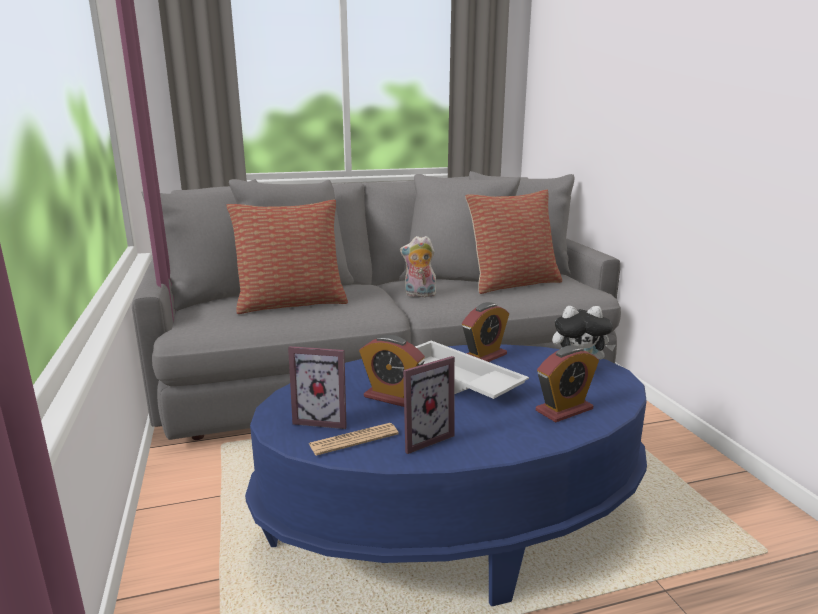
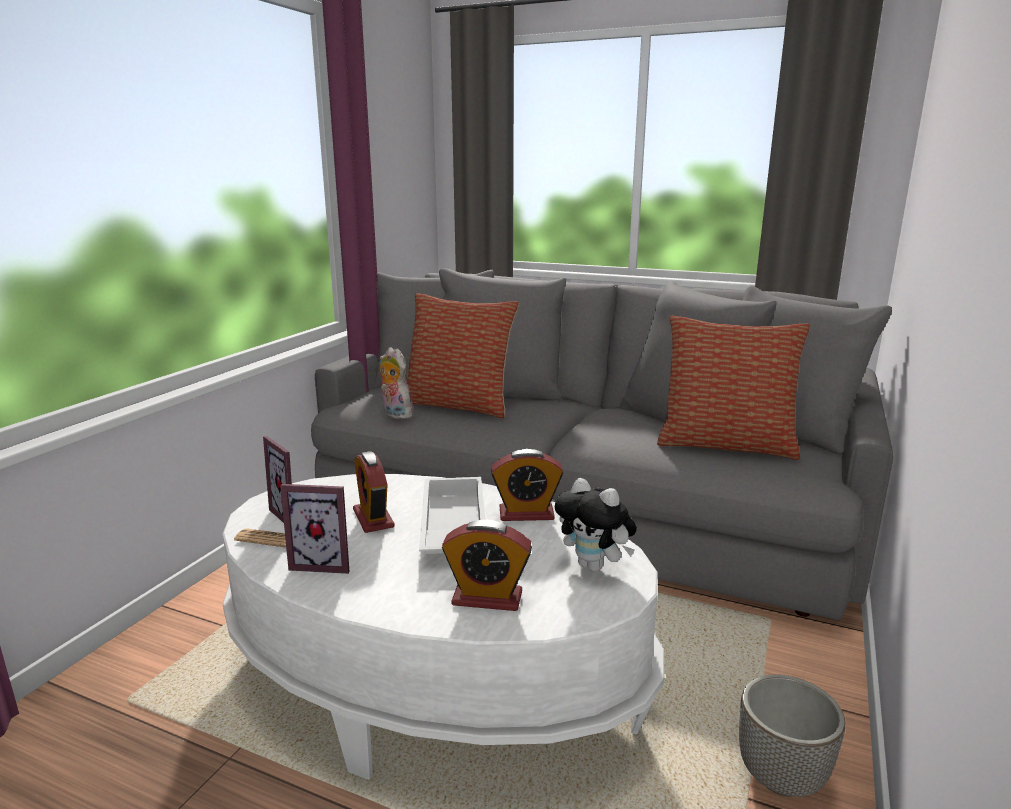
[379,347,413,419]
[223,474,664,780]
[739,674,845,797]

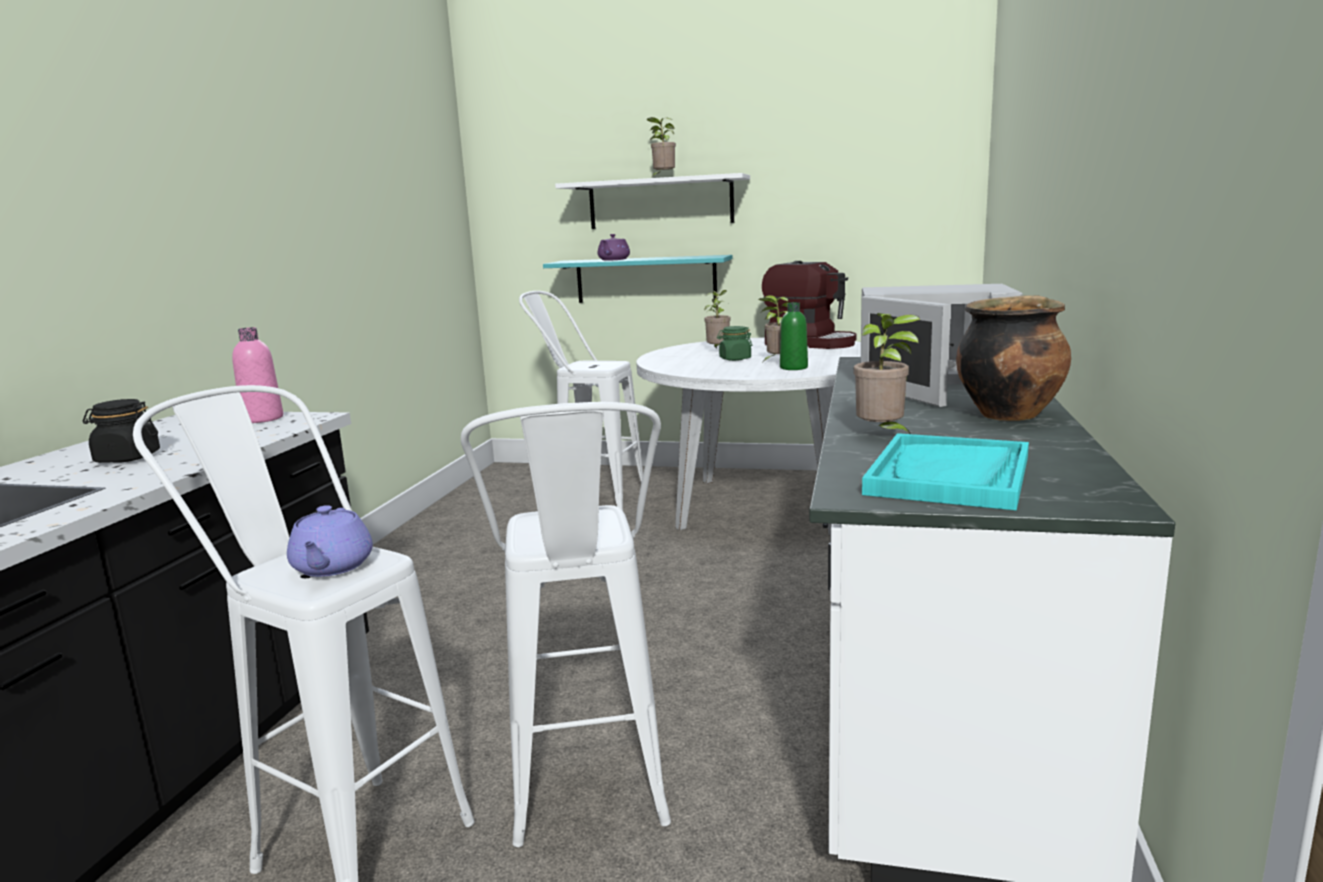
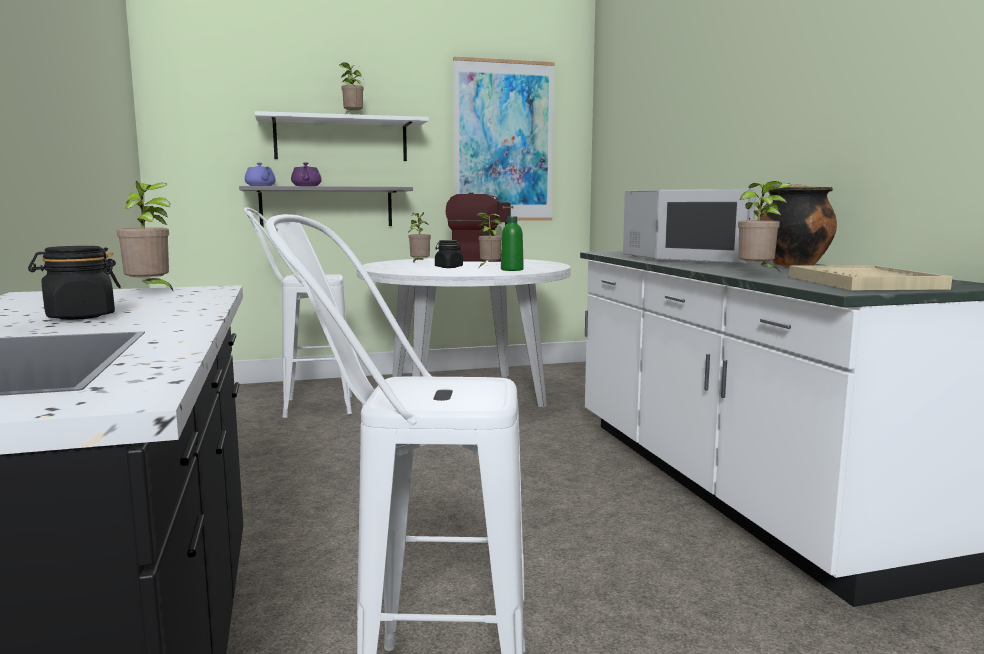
[239,186,413,227]
[435,240,463,268]
[117,181,173,291]
[461,402,671,847] (first image)
[789,265,952,290]
[245,163,276,186]
[453,57,554,221]

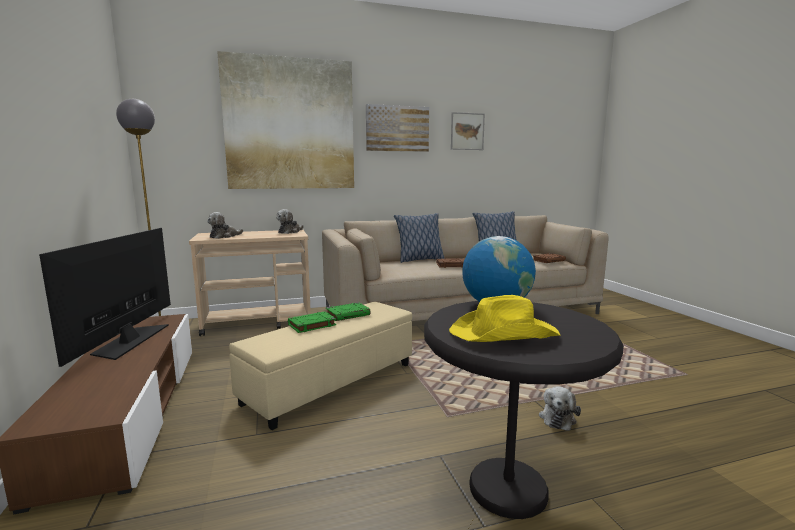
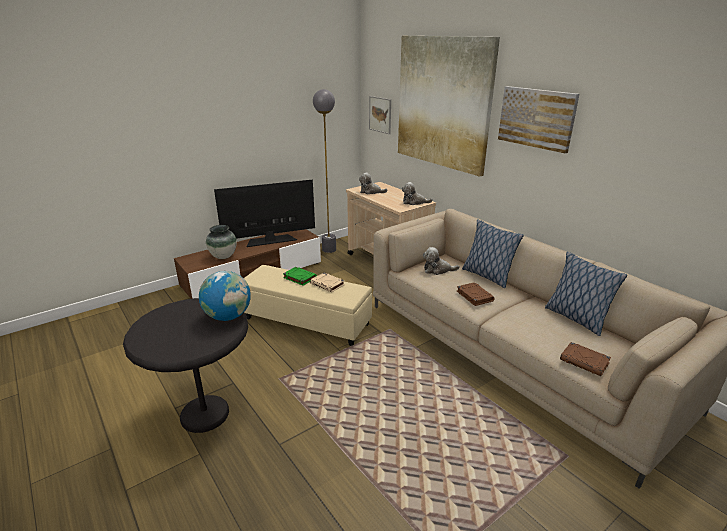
[369,96,391,134]
[449,295,561,342] (first image)
[310,272,345,292]
[423,247,460,275]
[206,225,237,259]

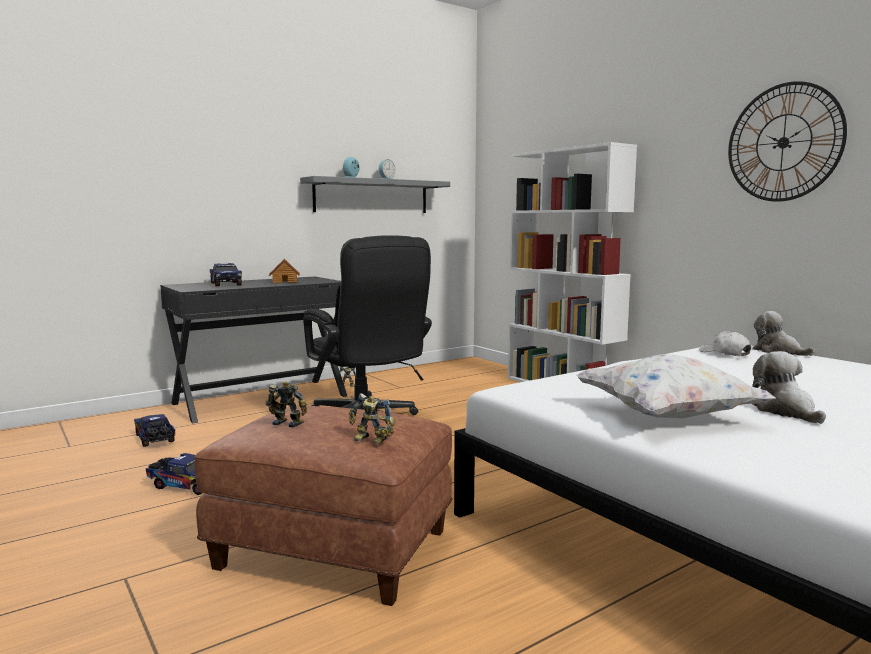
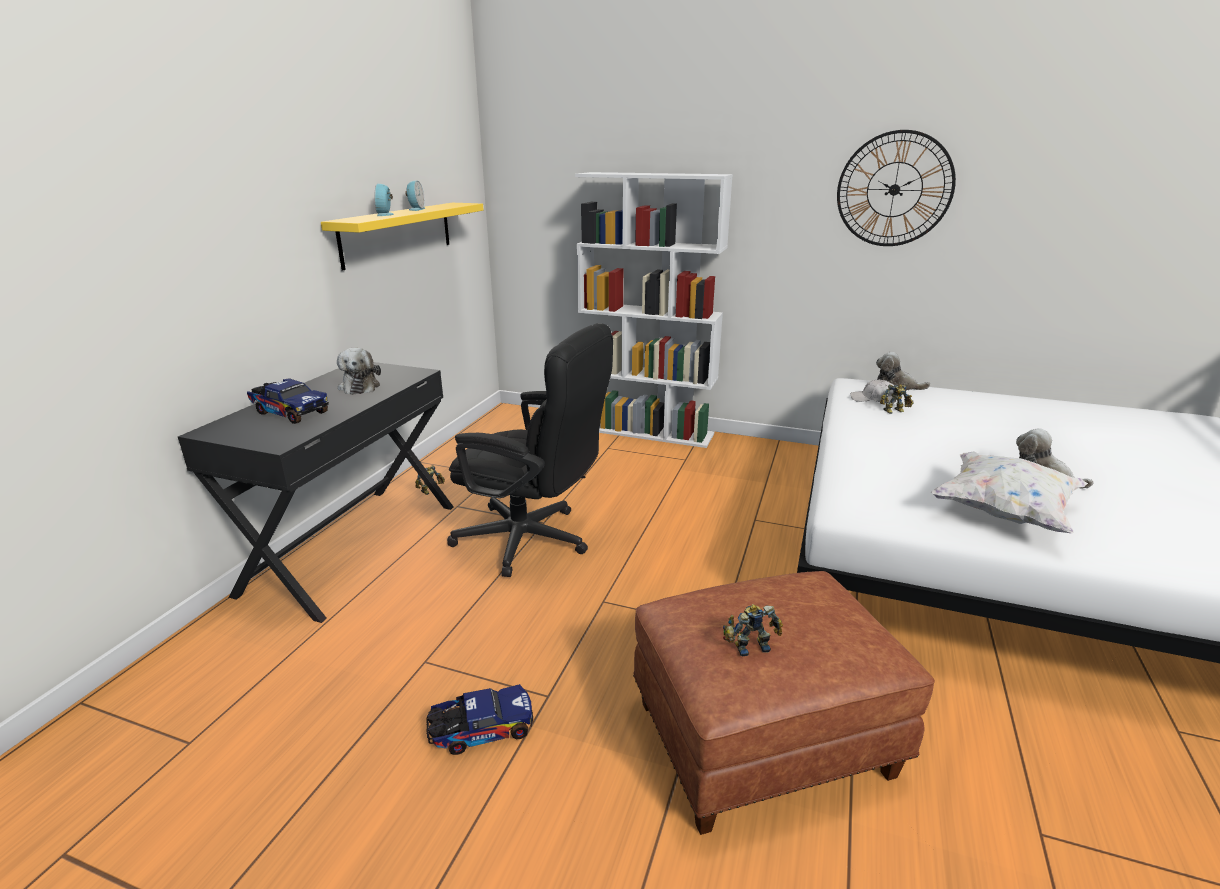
[321,203,484,270]
[337,348,381,395]
[880,384,913,414]
[134,414,175,447] (first image)

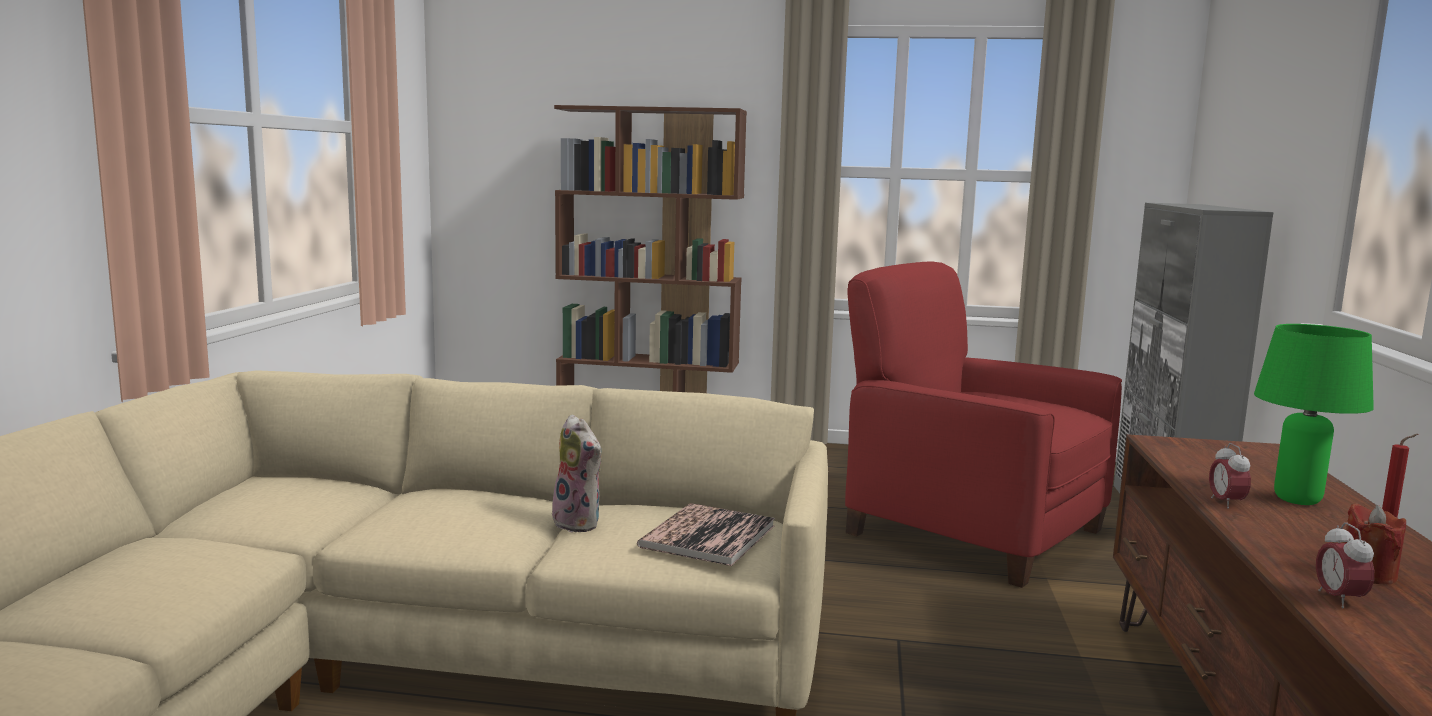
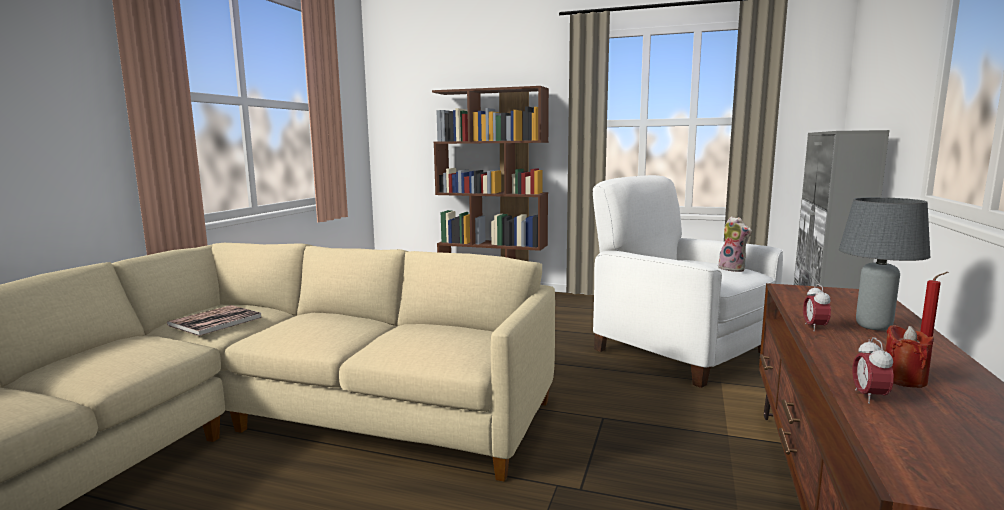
[593,175,783,388]
[839,197,930,331]
[718,216,752,272]
[167,305,262,336]

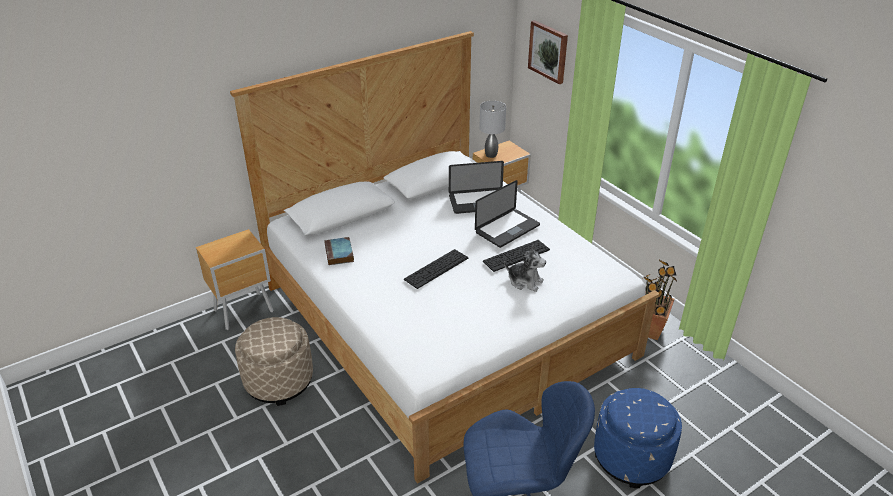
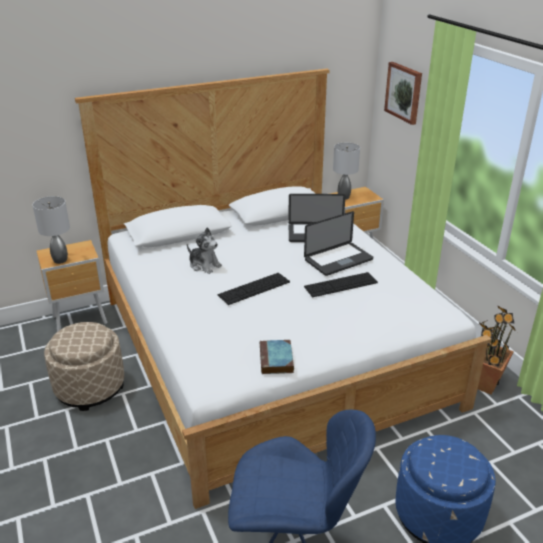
[260,340,294,374]
[187,227,222,274]
[33,196,70,264]

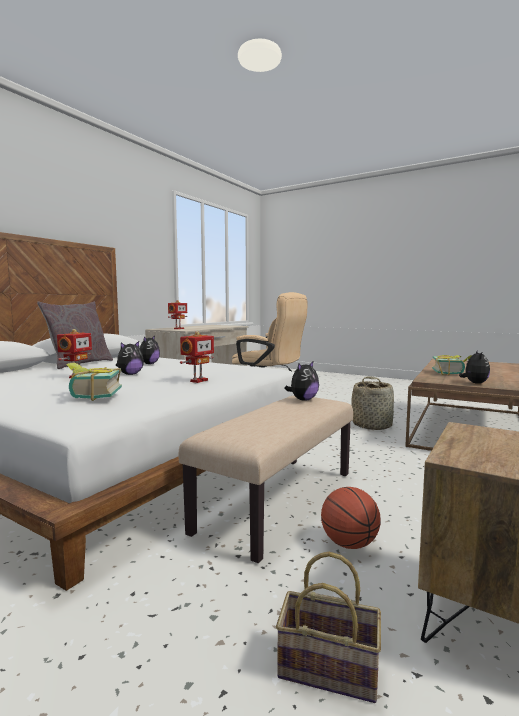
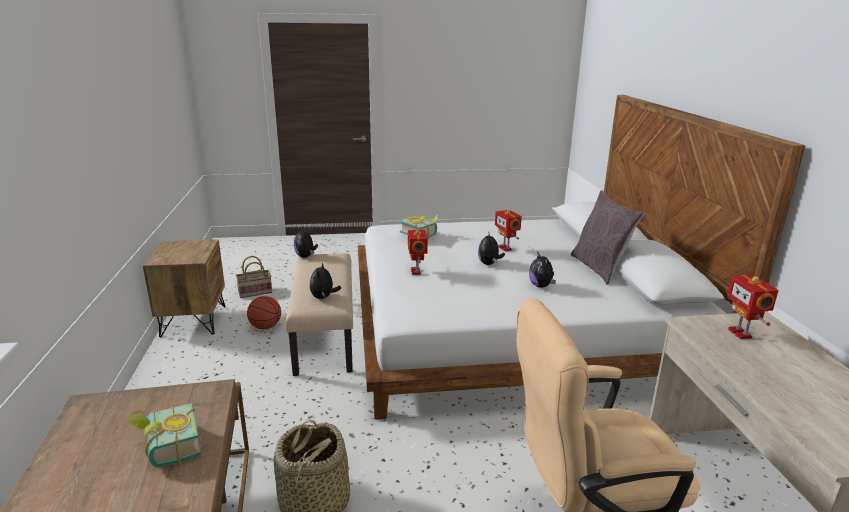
[294,228,318,258]

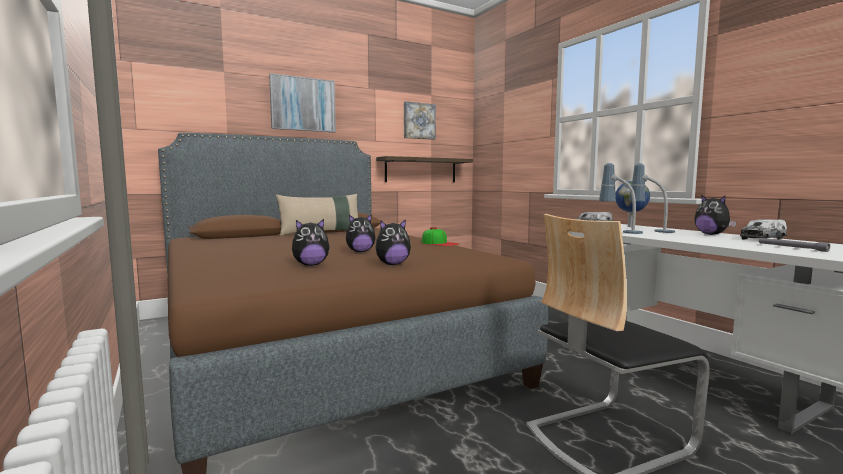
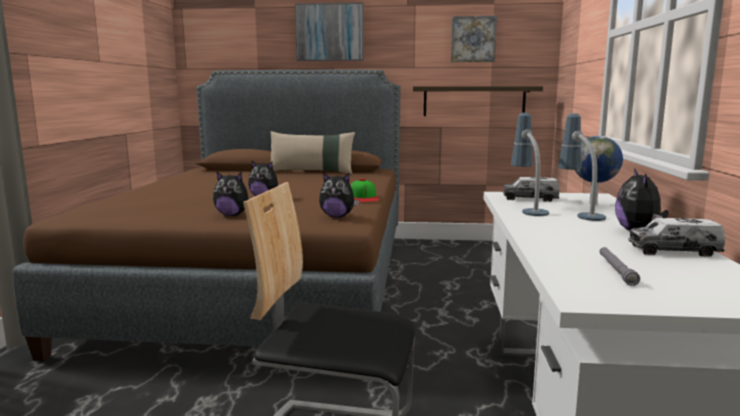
[319,173,359,217]

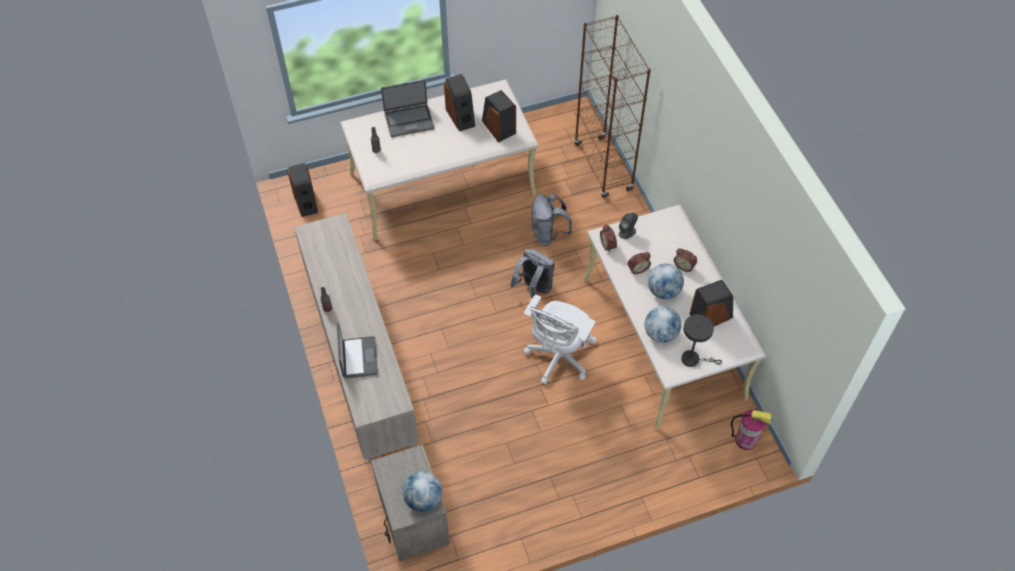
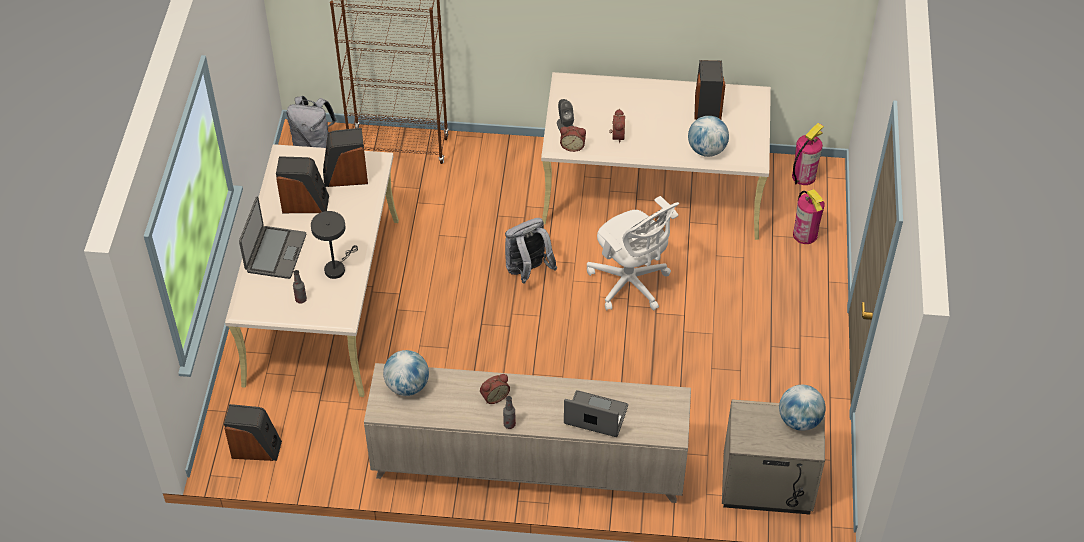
[287,96,336,148]
[480,374,510,404]
[383,350,429,396]
[311,211,358,279]
[793,189,824,244]

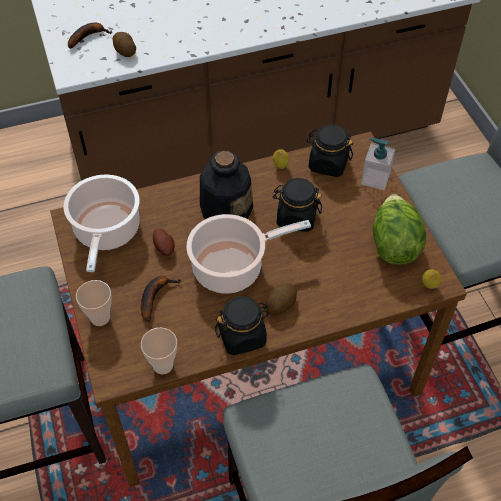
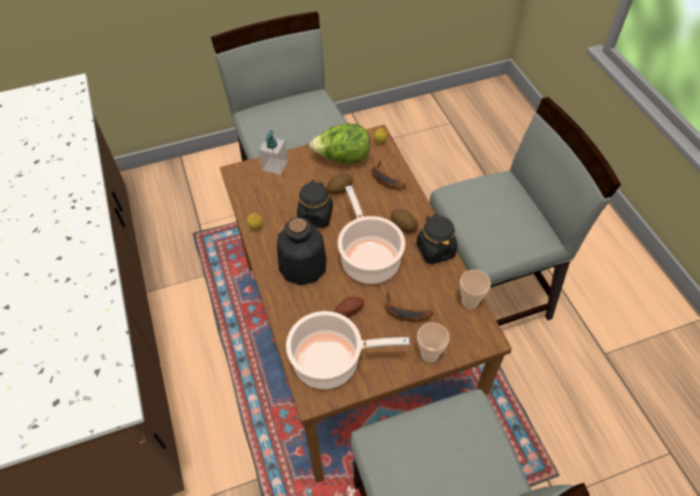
[372,160,406,190]
[326,173,353,194]
[307,124,353,177] (first image)

